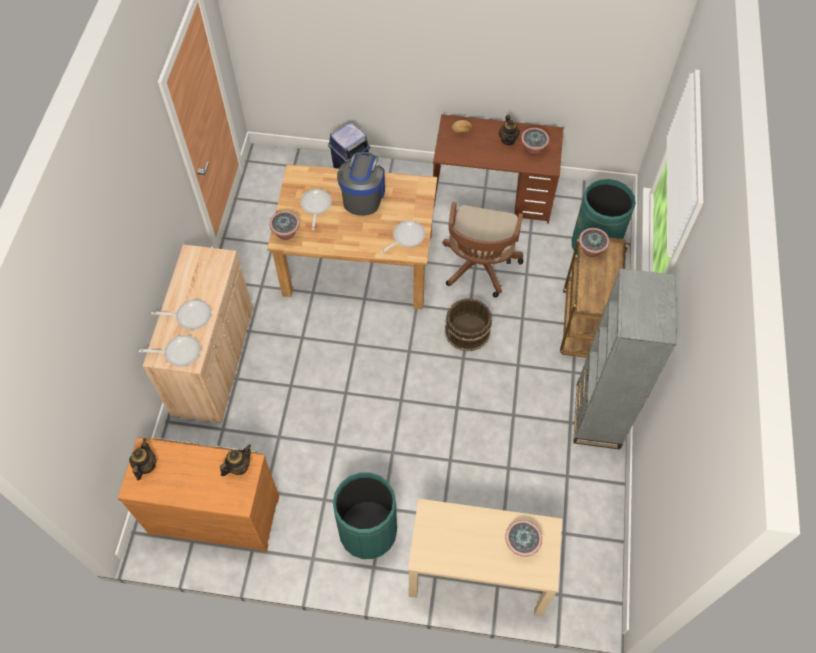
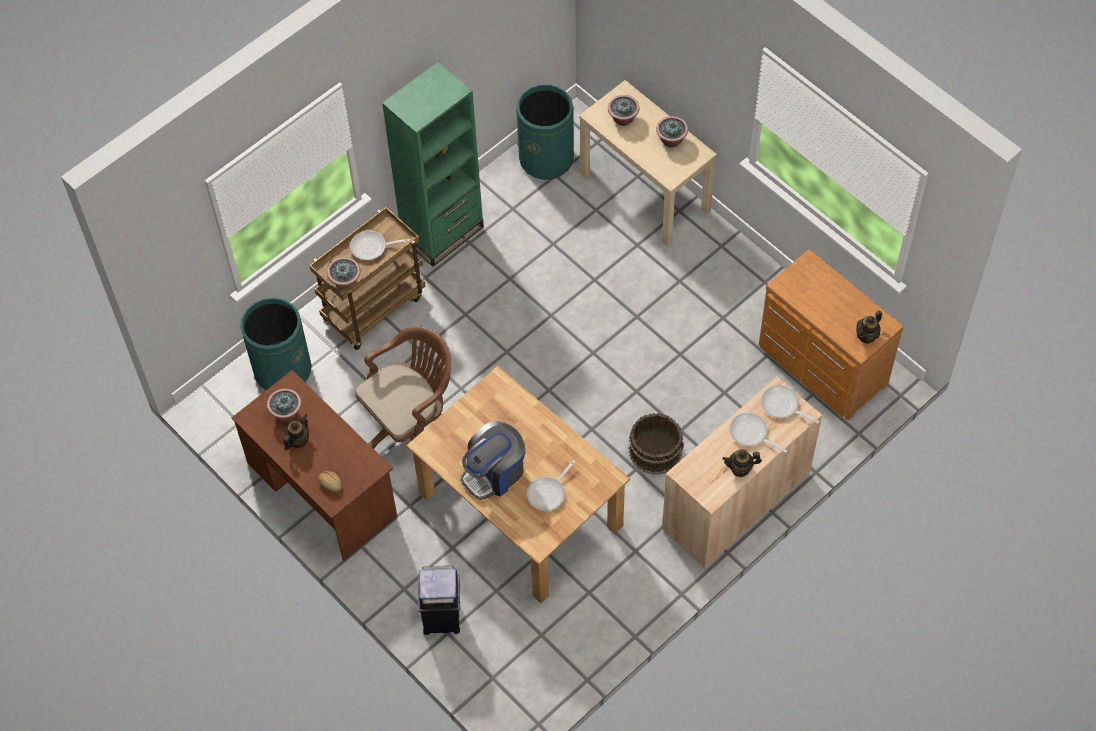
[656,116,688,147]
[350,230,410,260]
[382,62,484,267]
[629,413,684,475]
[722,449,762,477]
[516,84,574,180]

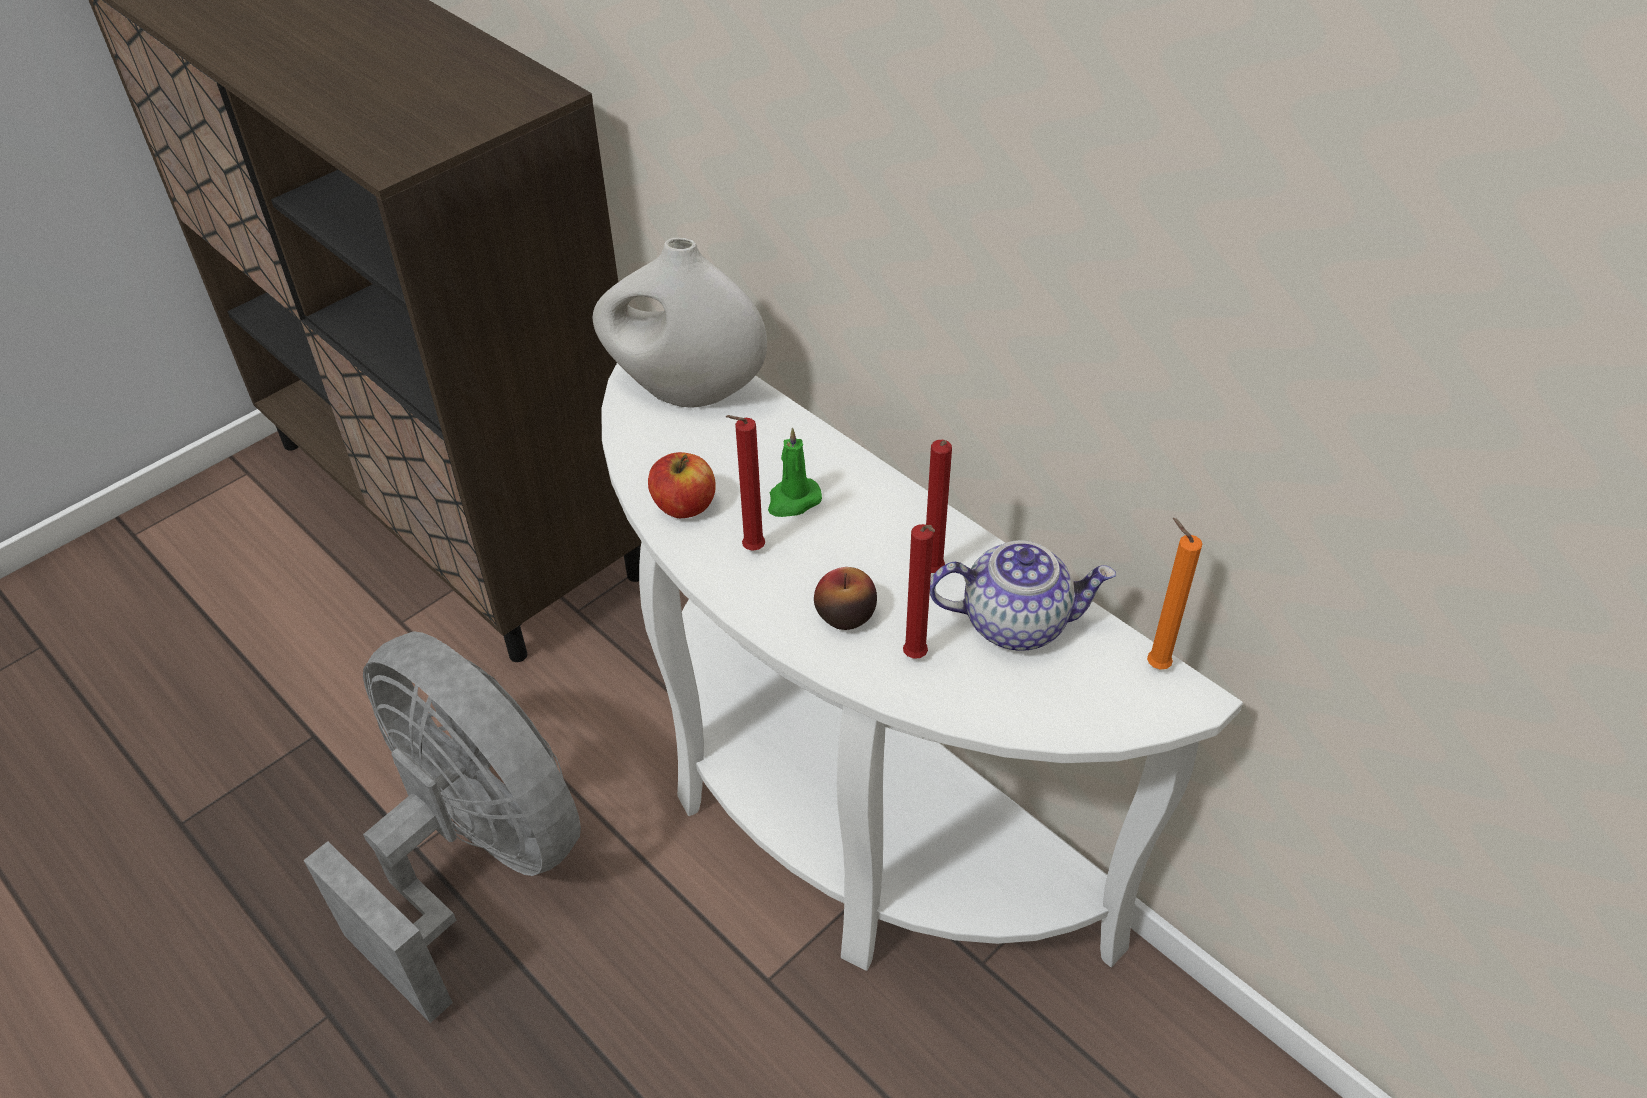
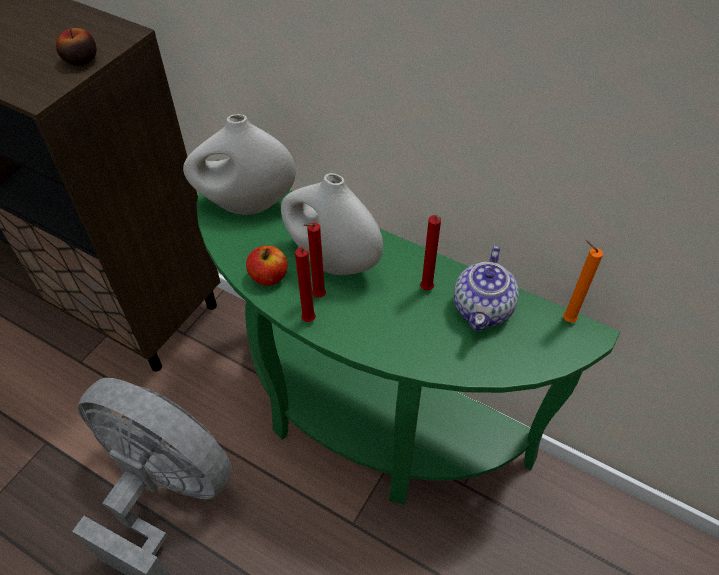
[196,159,620,505]
[281,173,383,275]
[295,247,316,322]
[454,246,519,331]
[56,28,97,66]

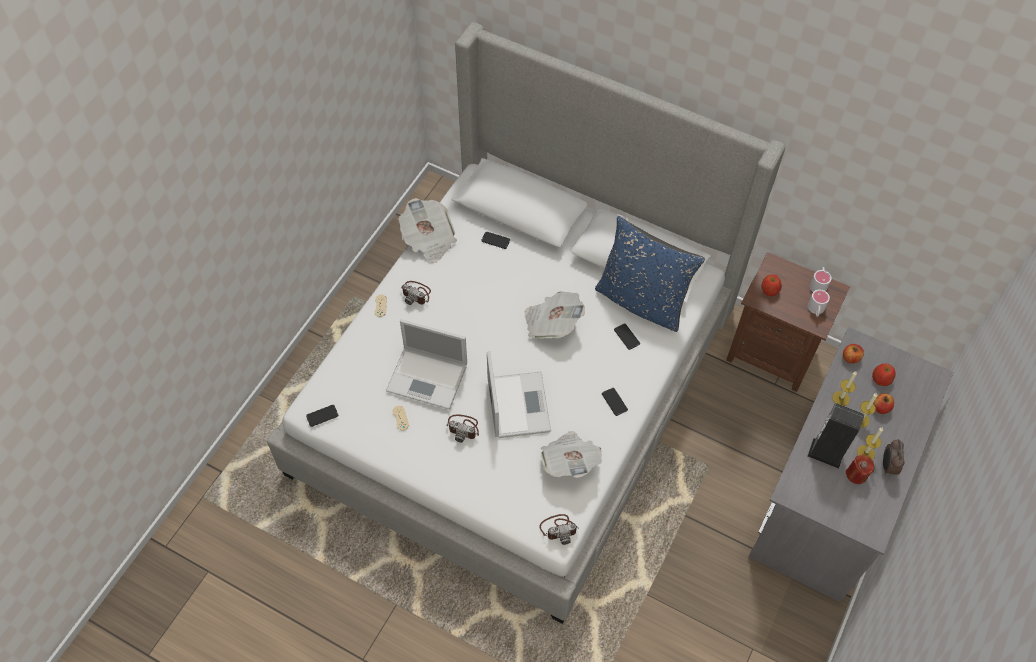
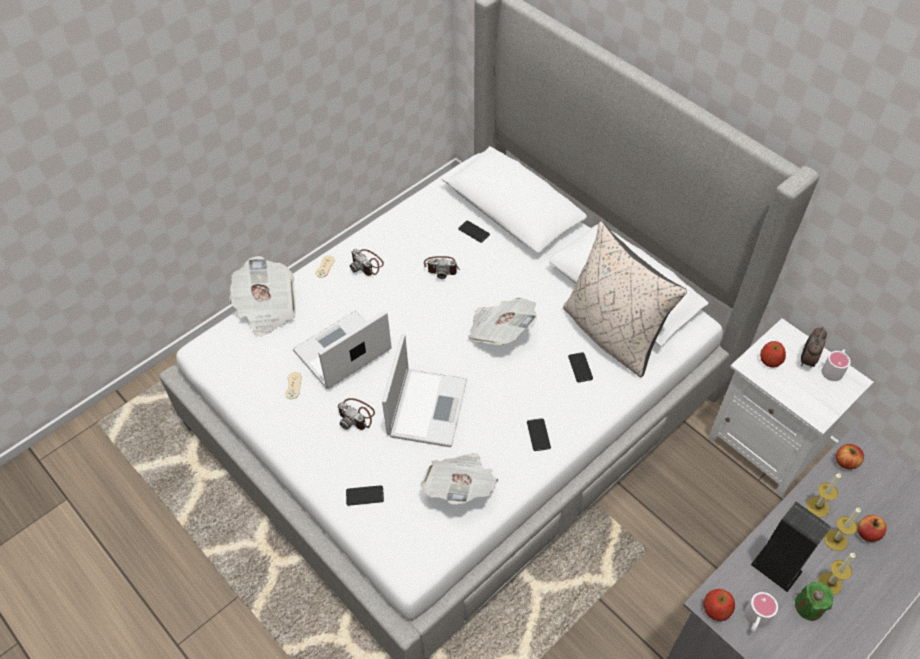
[229,256,296,337]
[563,222,687,377]
[708,318,873,496]
[745,592,778,633]
[293,310,392,389]
[703,589,735,621]
[346,485,384,506]
[801,327,827,368]
[795,582,833,621]
[424,256,460,279]

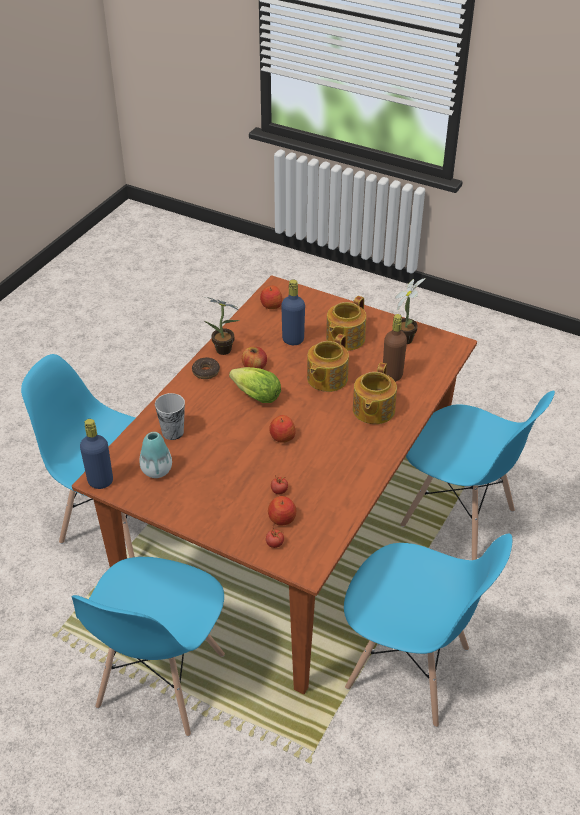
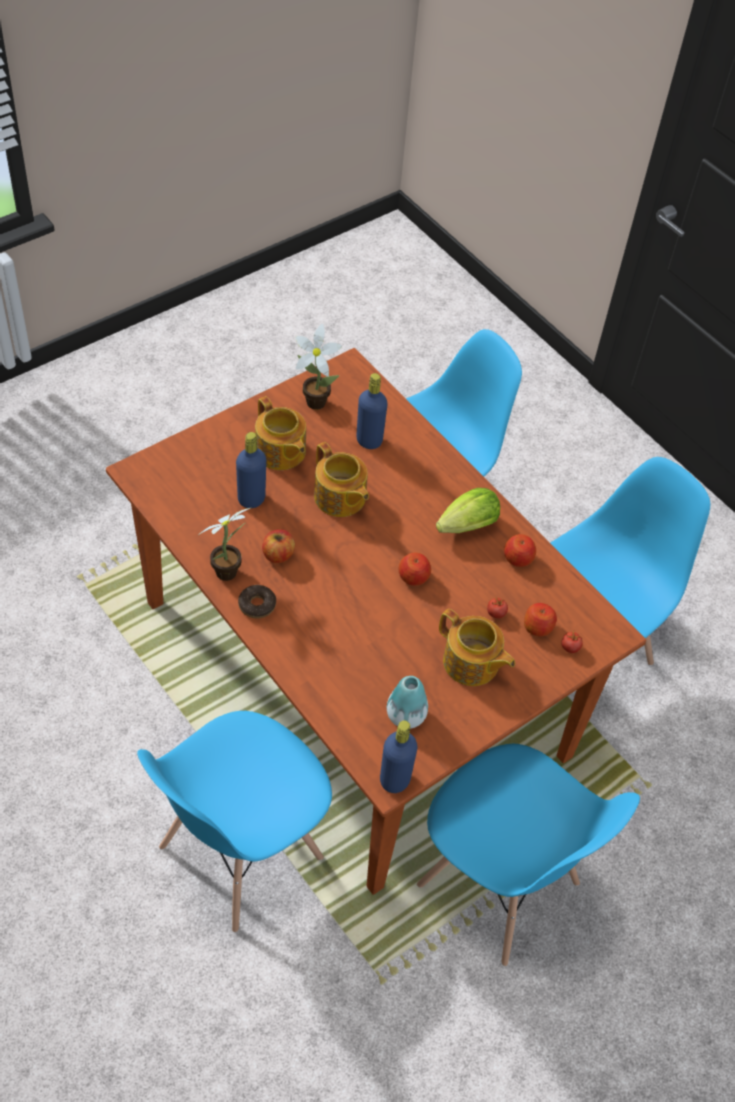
[504,534,536,567]
[356,373,388,449]
[439,609,515,686]
[436,488,500,533]
[155,393,185,440] (first image)

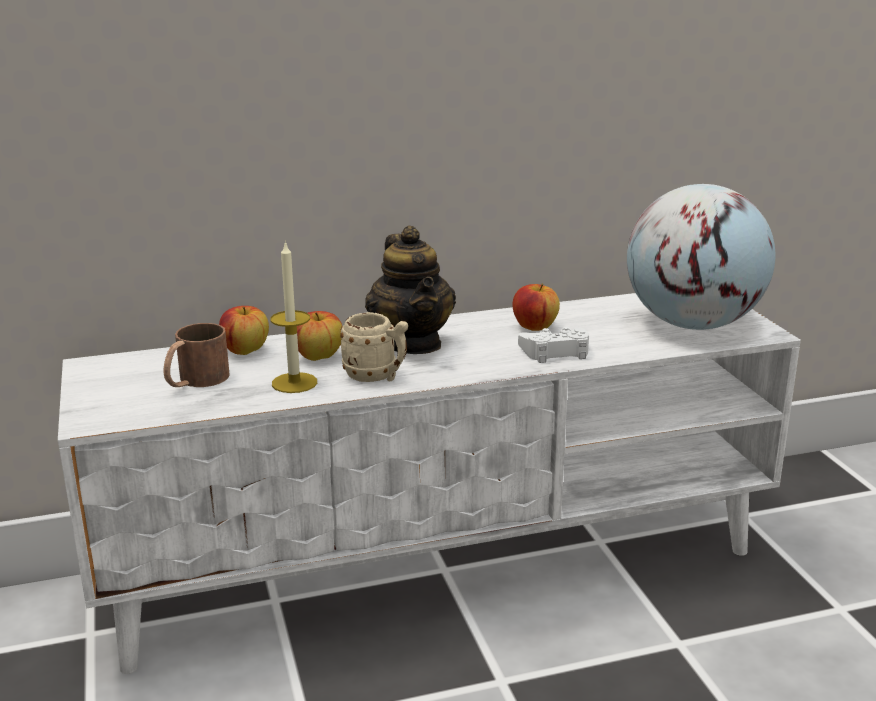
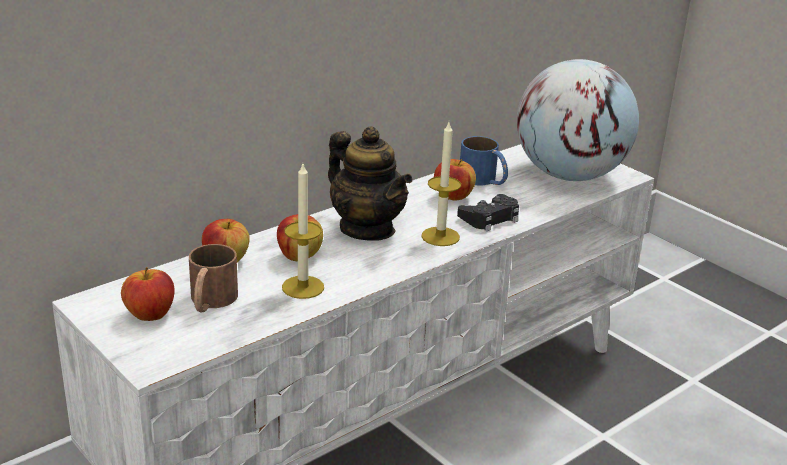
[340,312,408,382] (first image)
[457,194,519,232]
[421,122,461,246]
[460,136,508,185]
[121,267,175,321]

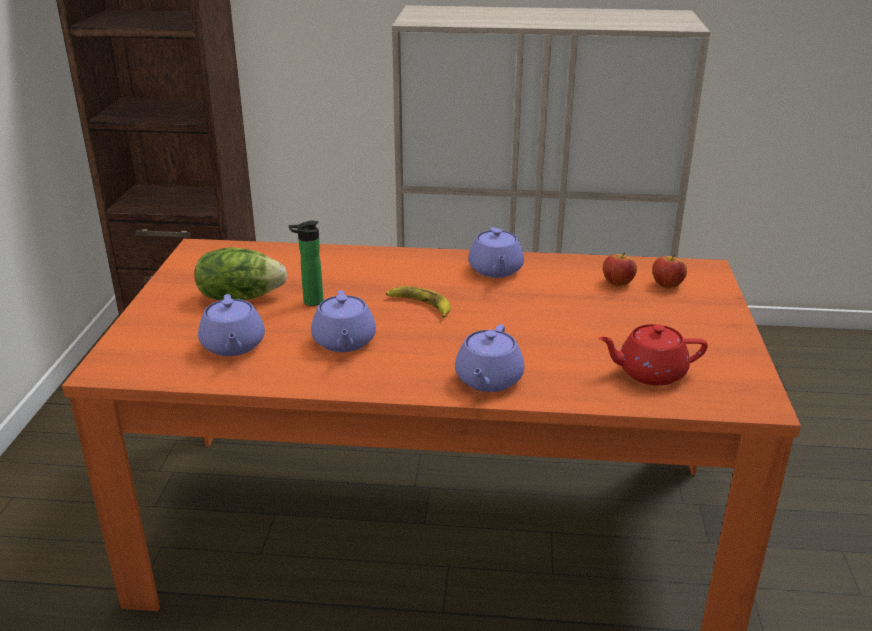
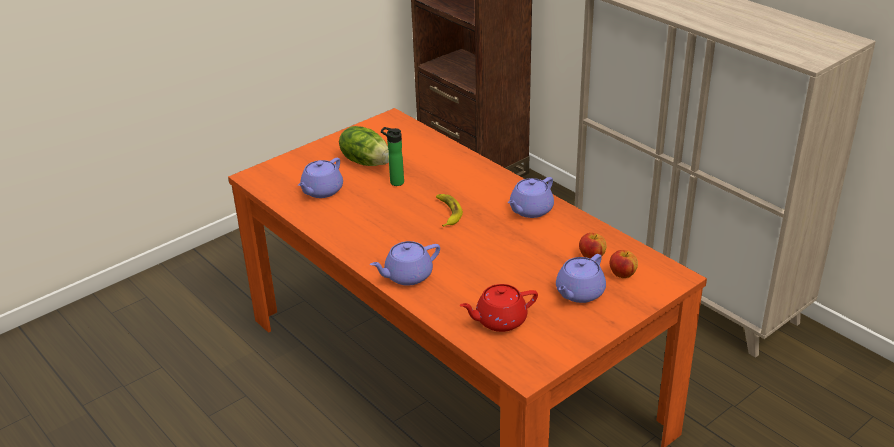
[556,254,606,303]
[459,284,538,332]

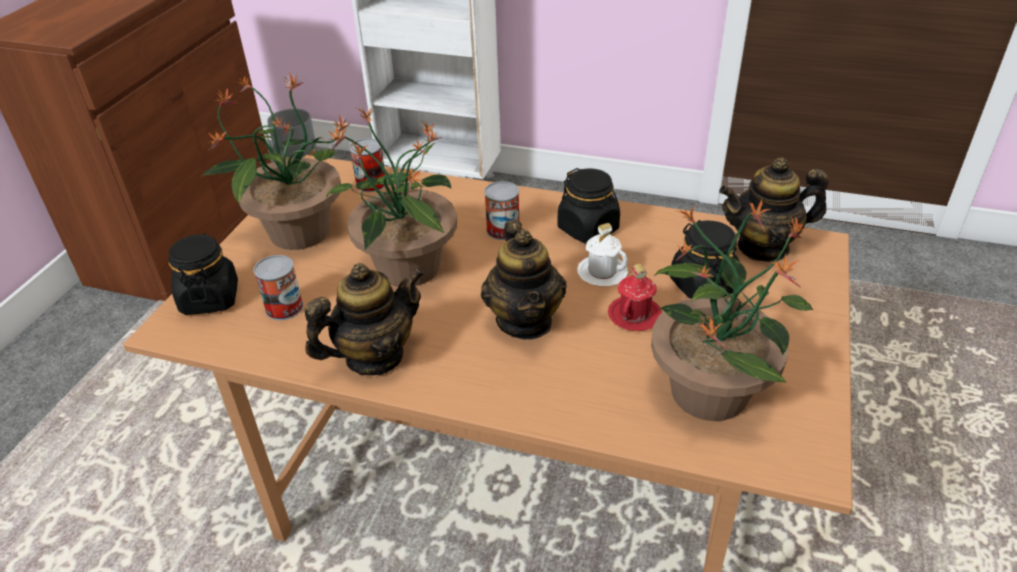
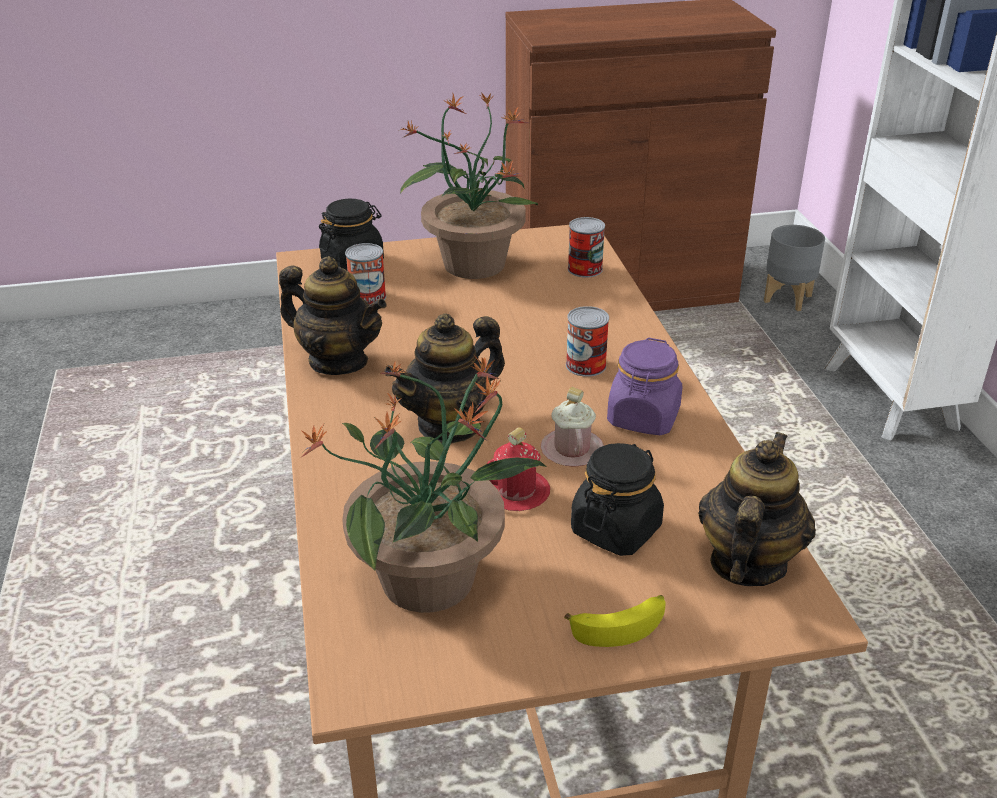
[326,107,457,287] (first image)
[698,432,816,586]
[607,338,683,435]
[541,387,604,467]
[564,595,666,647]

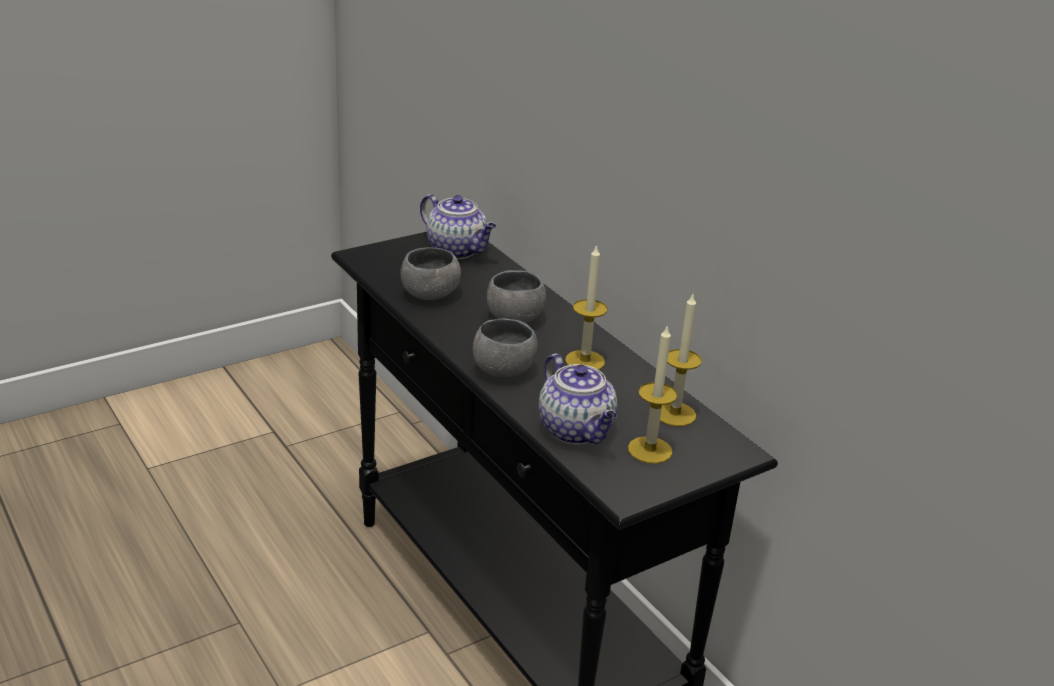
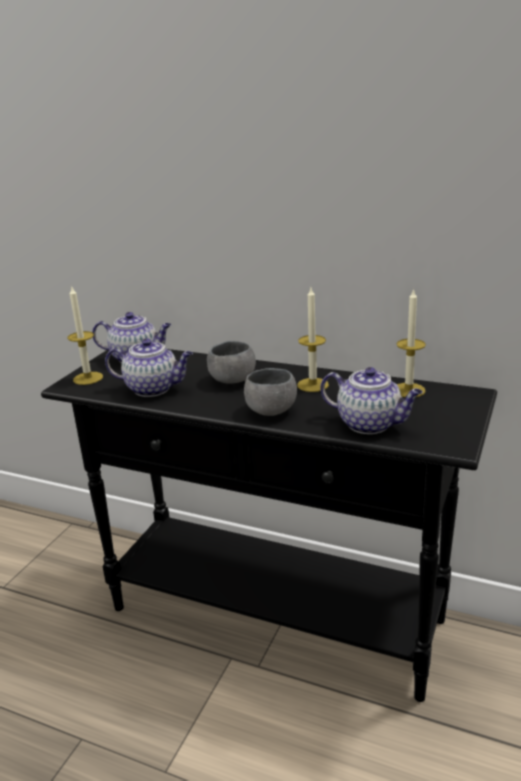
[105,338,193,397]
[67,285,103,385]

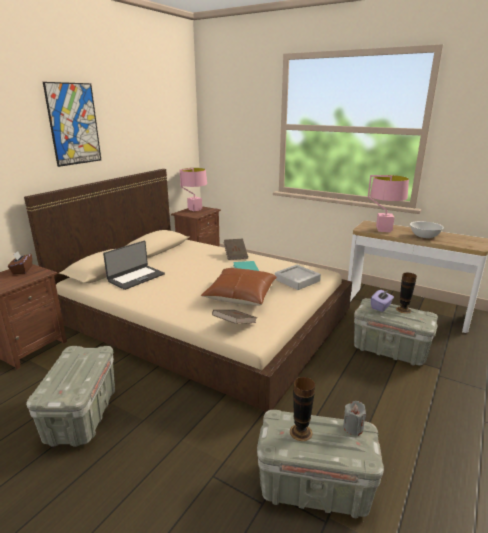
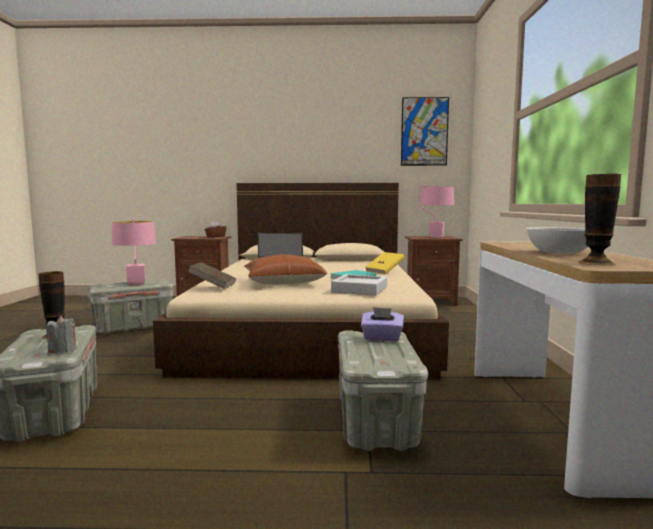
[401,97,449,166]
[112,219,156,285]
[365,252,405,274]
[578,174,621,265]

